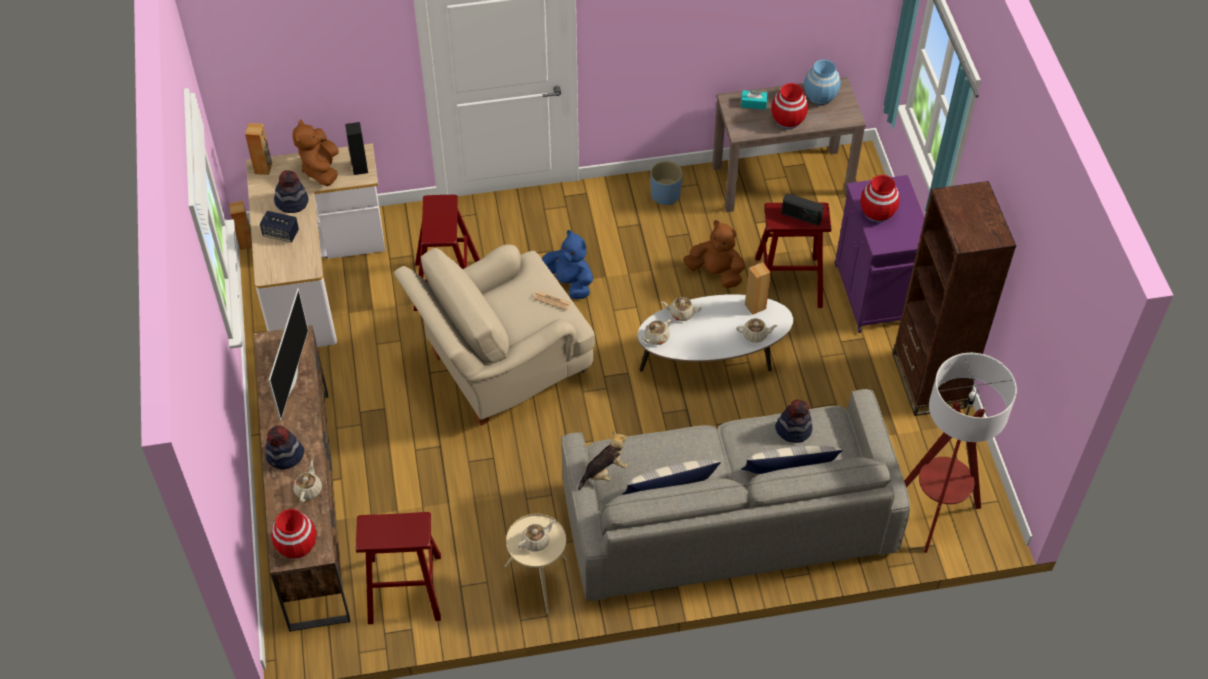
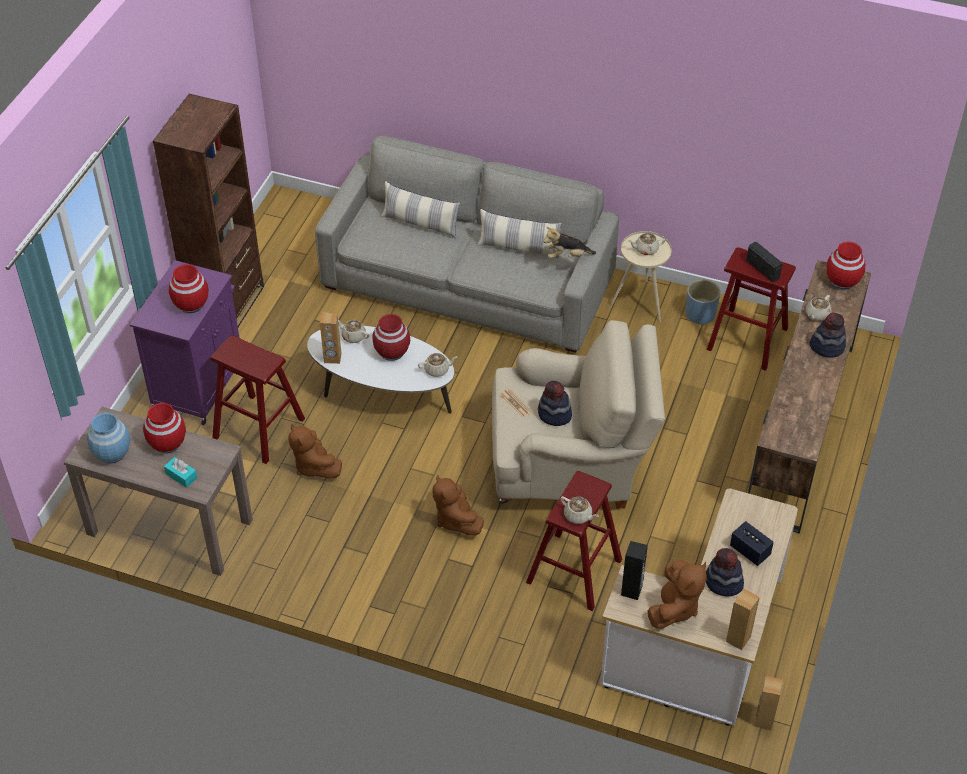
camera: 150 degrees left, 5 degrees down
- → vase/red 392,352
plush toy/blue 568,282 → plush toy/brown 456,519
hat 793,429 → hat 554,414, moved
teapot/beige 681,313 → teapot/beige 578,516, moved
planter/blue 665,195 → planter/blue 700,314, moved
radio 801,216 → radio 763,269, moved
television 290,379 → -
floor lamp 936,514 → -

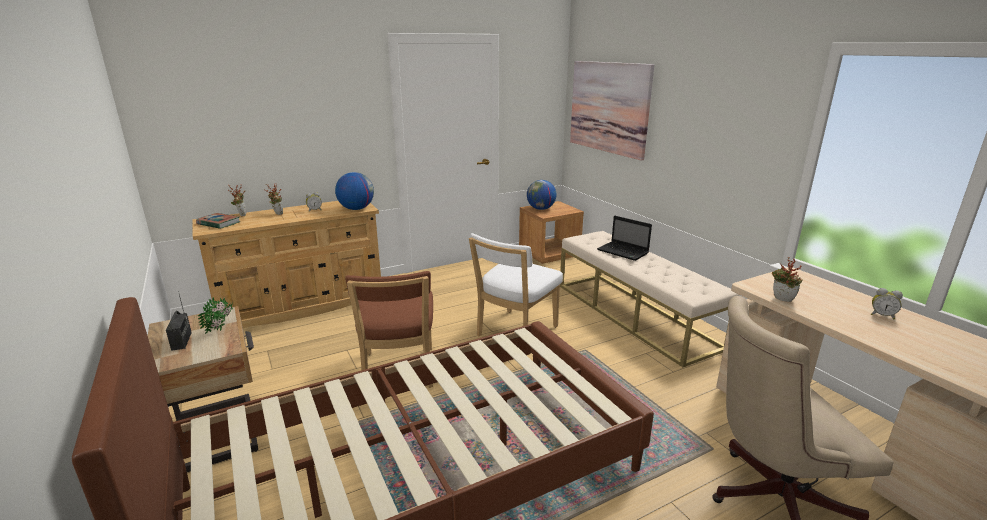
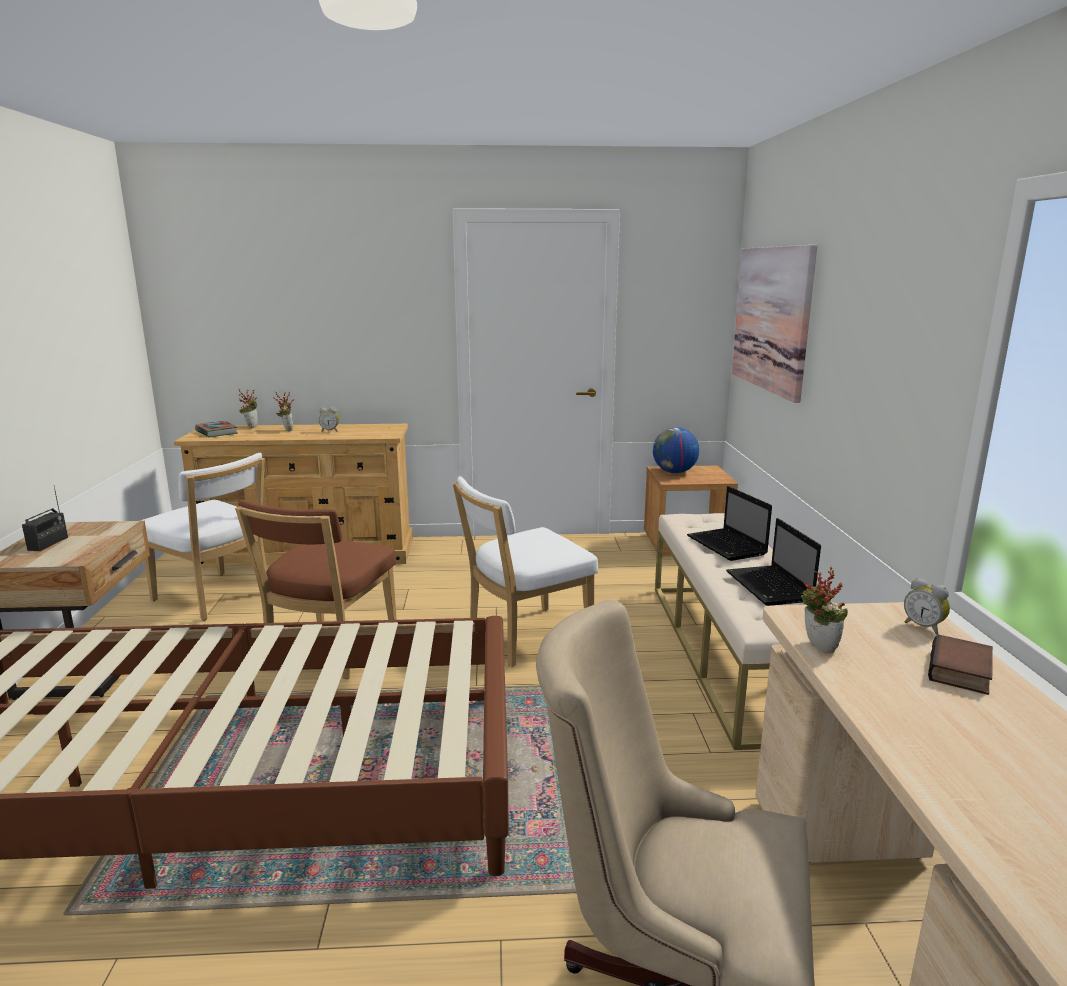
camera: 25 degrees right, 5 degrees down
- → chair/white 215,598
- → laptop 770,587
alarm clock 882,315 → alarm clock 924,627, moved
- → book 962,672
potted plant 221,328 → -
globe 356,209 → -

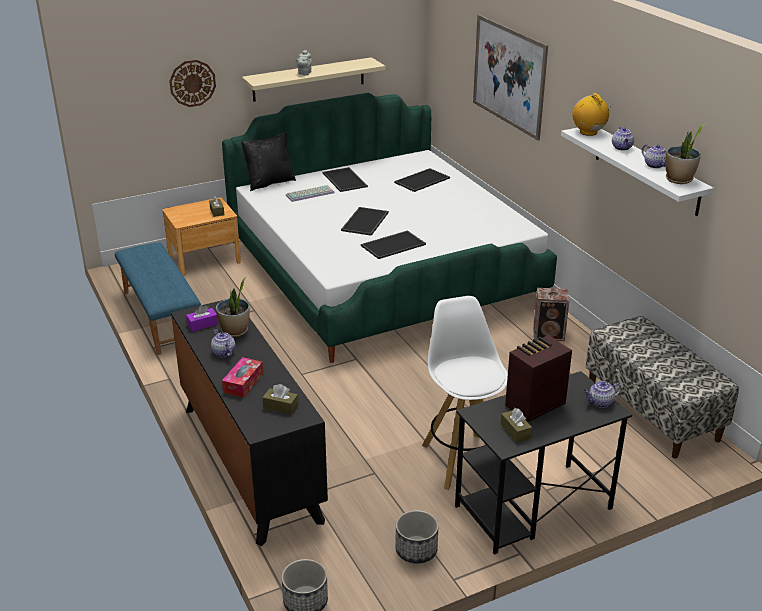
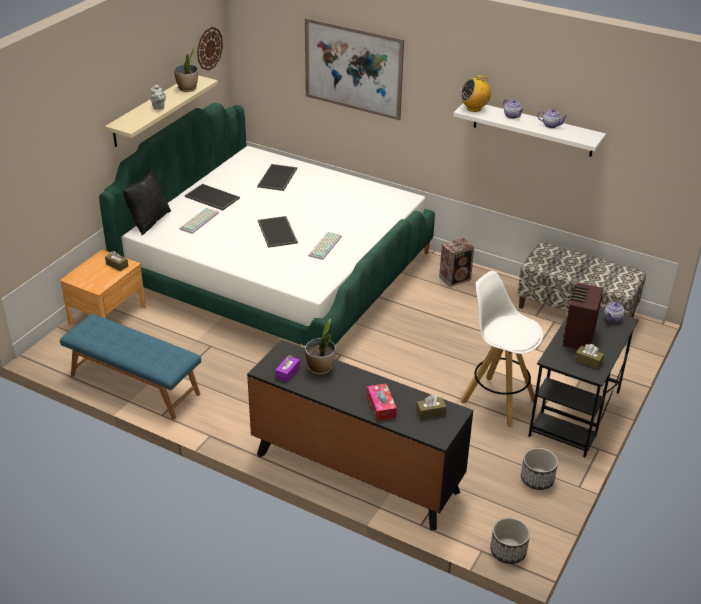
camera: 35 degrees left, 5 degrees up
potted plant 679,179 → potted plant 187,88, moved
wall clock 192,83 → wall clock 209,48, moved
tray 393,244 → keyboard 324,245
radio 588,132 → radio 474,108, 45 degrees counterclockwise
teapot 223,352 → -

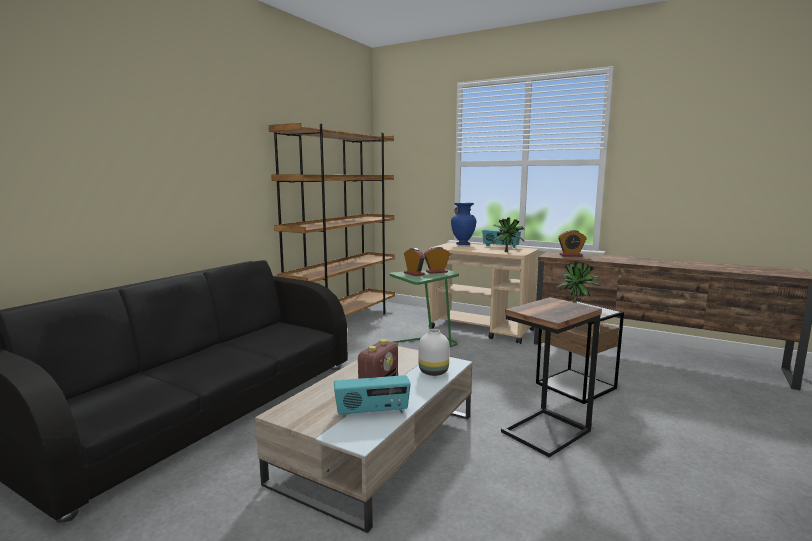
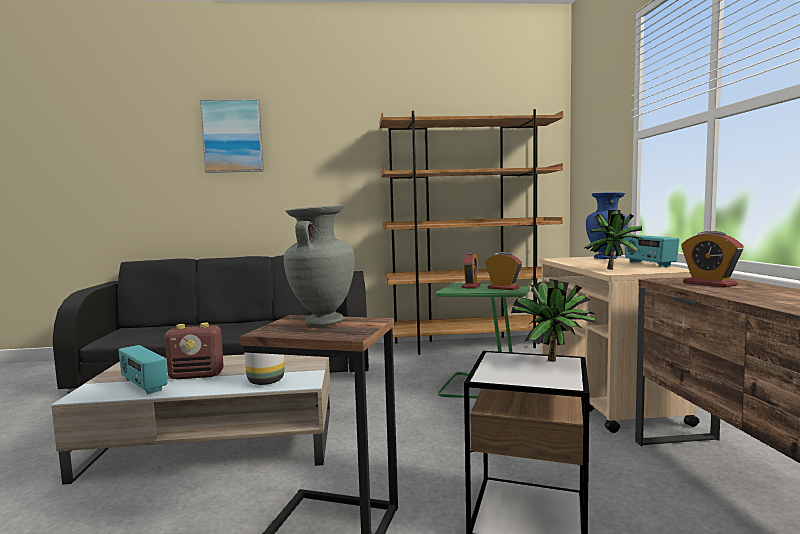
camera: 55 degrees right, 5 degrees down
- → picture 233,136
- → vase/grey 322,323

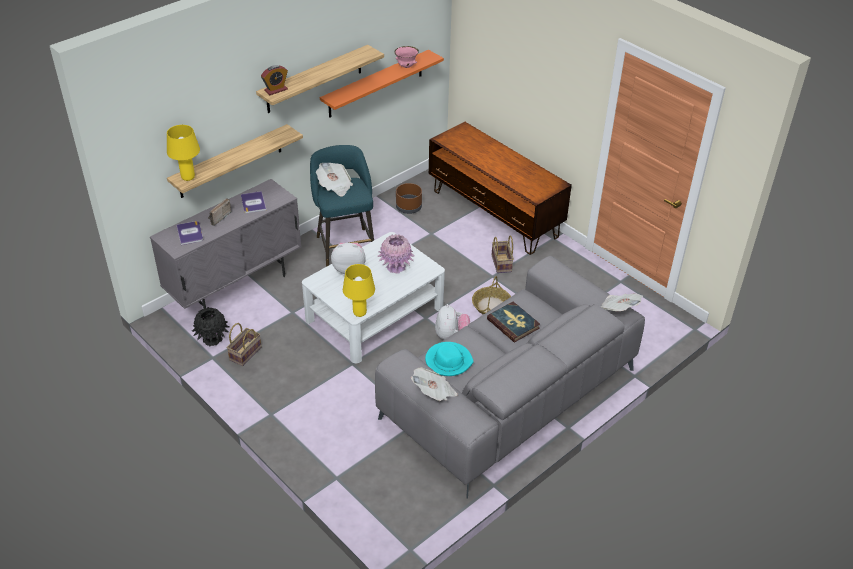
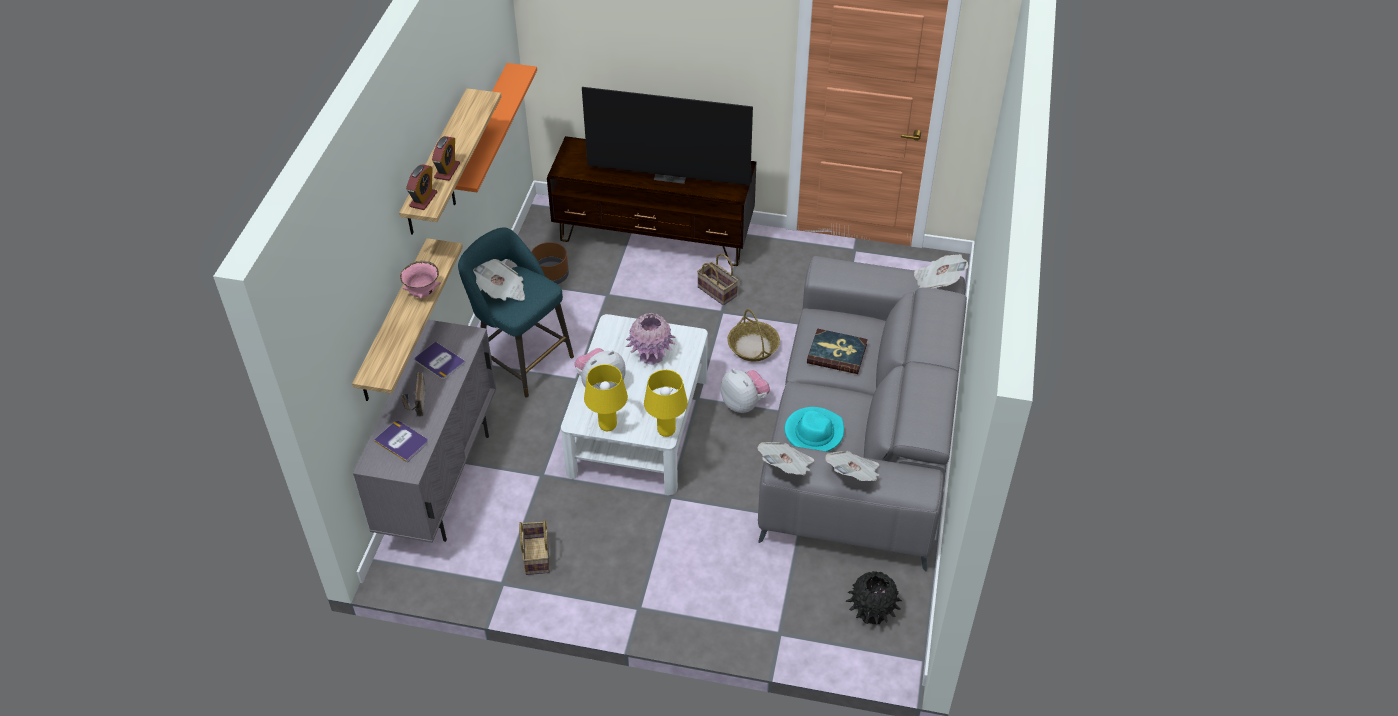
camera: 35 degrees left, 5 degrees up
bowl/pink 406,66 → bowl/pink 423,293, moved
- → alarm clock 447,171
- → television 671,175
table lamp/yellow 188,177 → table lamp/yellow 608,425, moved
- → newspaper 786,467
vase/black 212,339 → vase/black 871,612, moved

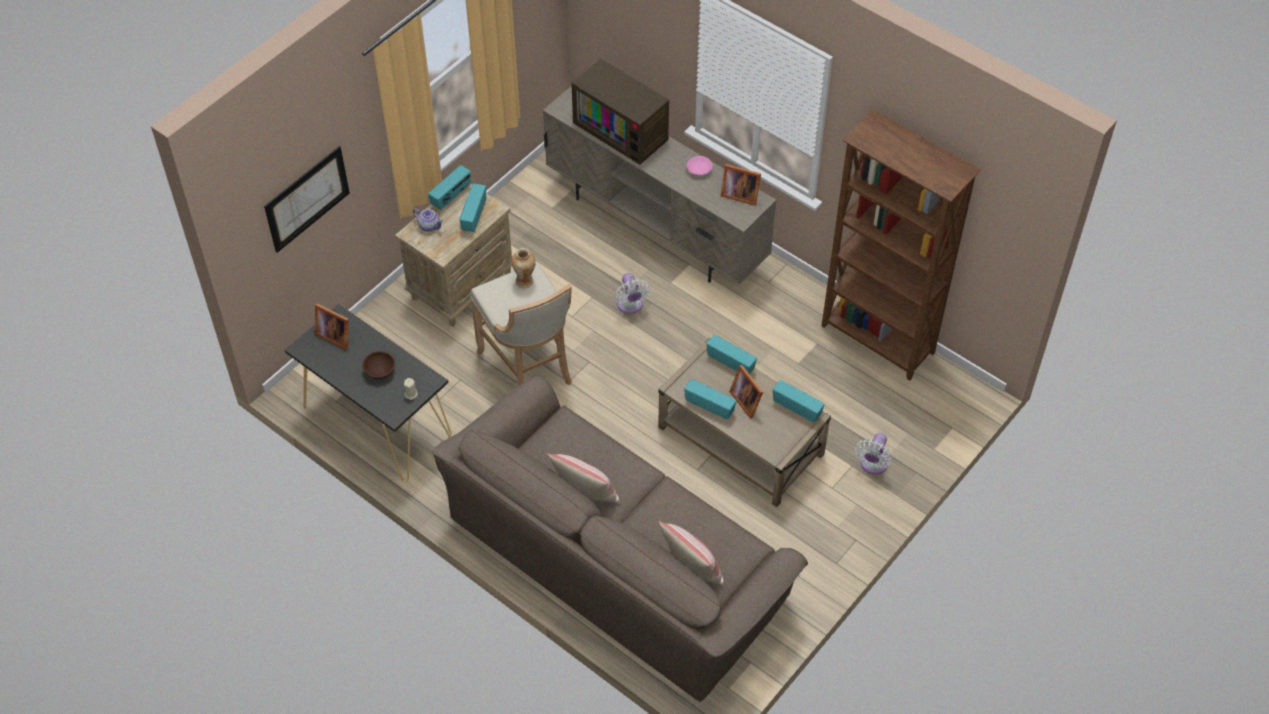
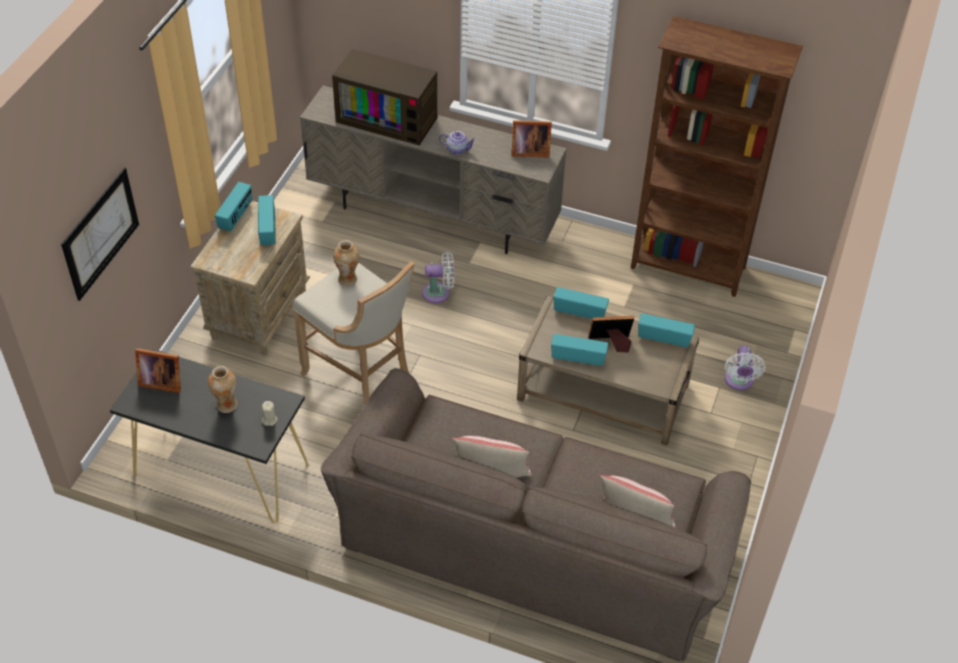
camera: 20 degrees left, 5 degrees down
bowl/brown 380,371 → vase 226,405
fan/white 630,305 → fan/white 439,293, 60 degrees counterclockwise
teapot 429,225 → teapot 457,149, moved
picture frame 747,400 → picture frame 611,343, 135 degrees clockwise
bowl/pink 699,169 → -

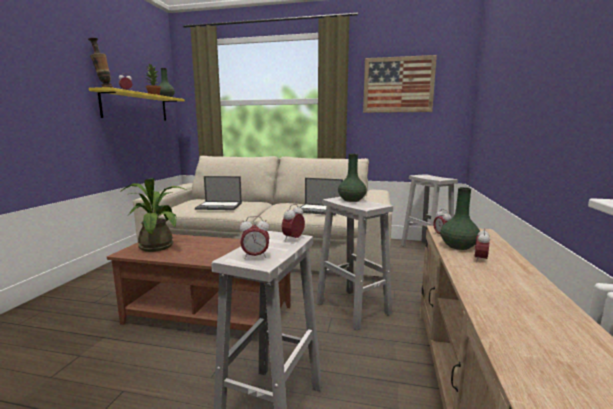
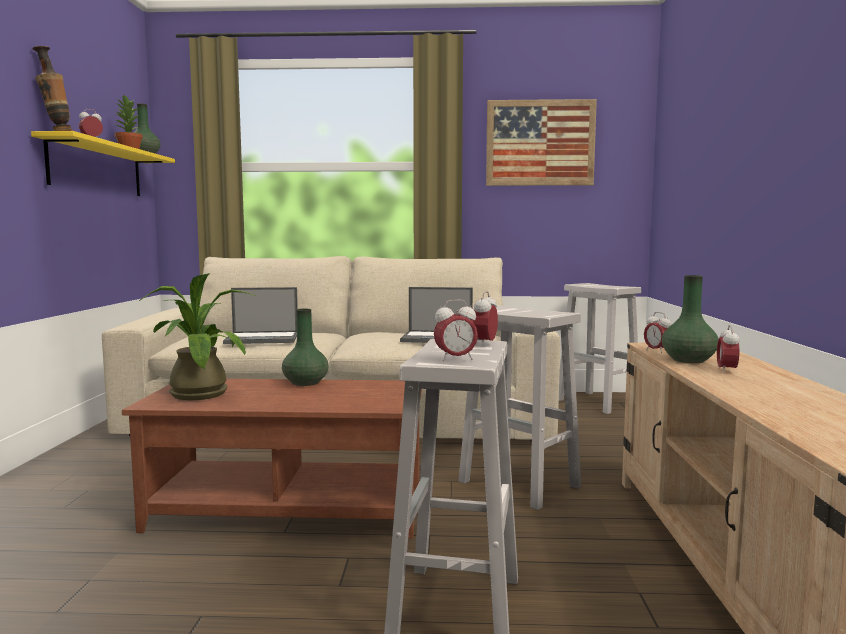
camera: 10 degrees left, 5 degrees down
vase/green 351,200 → vase/green 305,383, moved

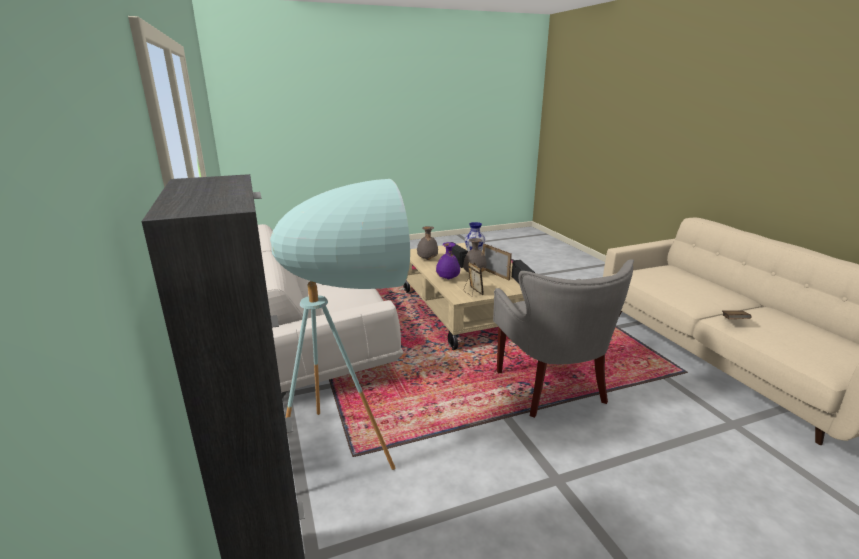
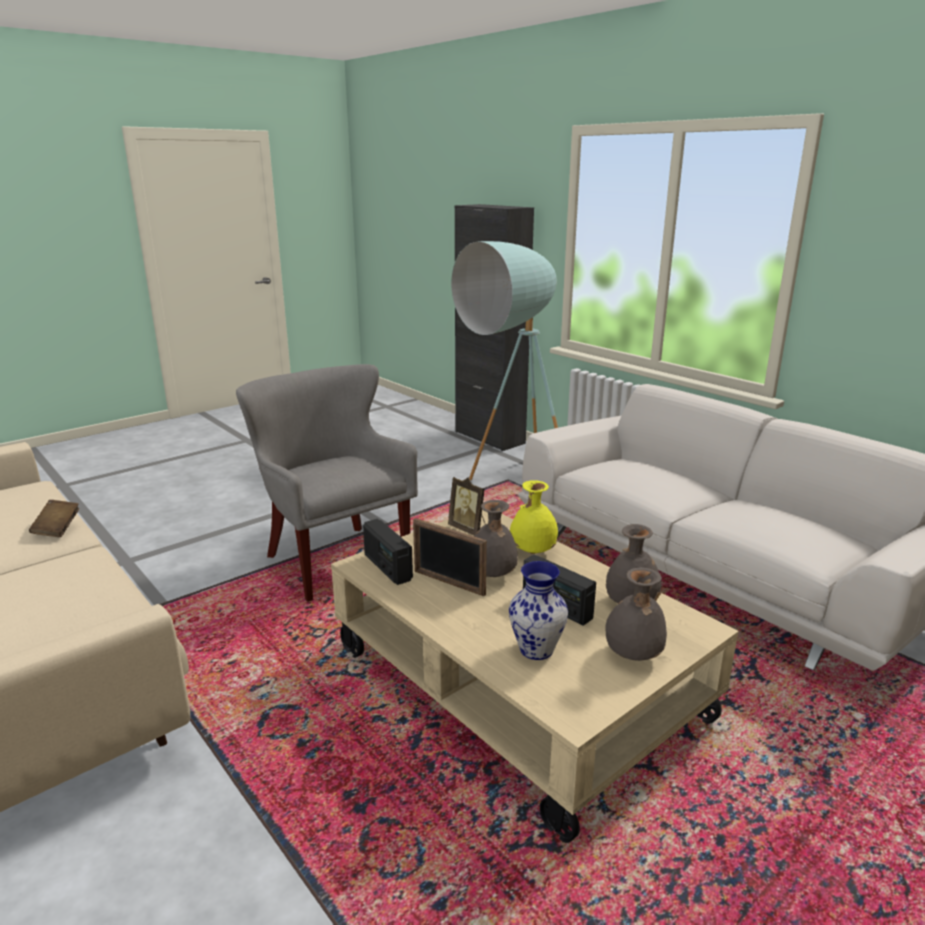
camera: 160 degrees right, 0 degrees up
vase/purple 448,279 → vase/yellow 532,551
- → vase/grey 632,655

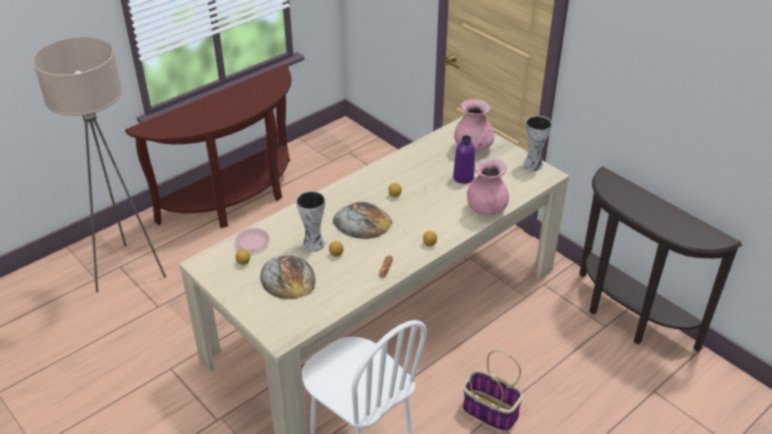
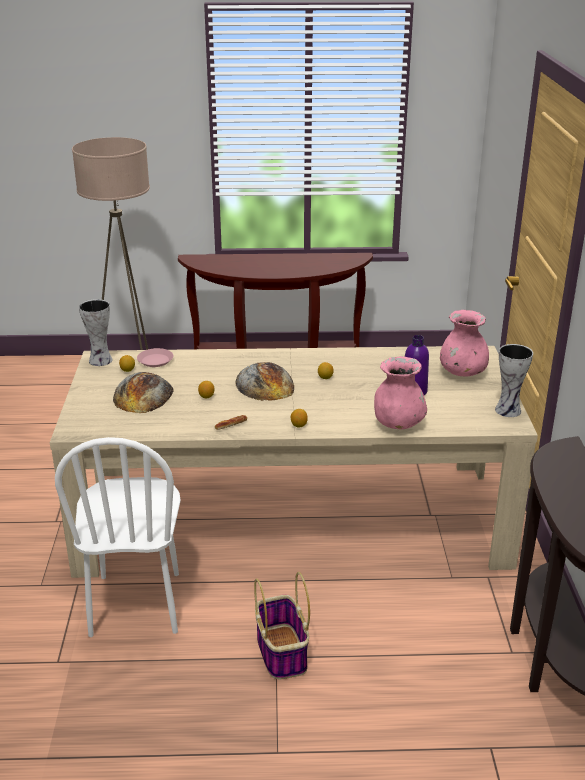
camera: 40 degrees right, 10 degrees down
vase 314,244 → vase 100,361, moved

